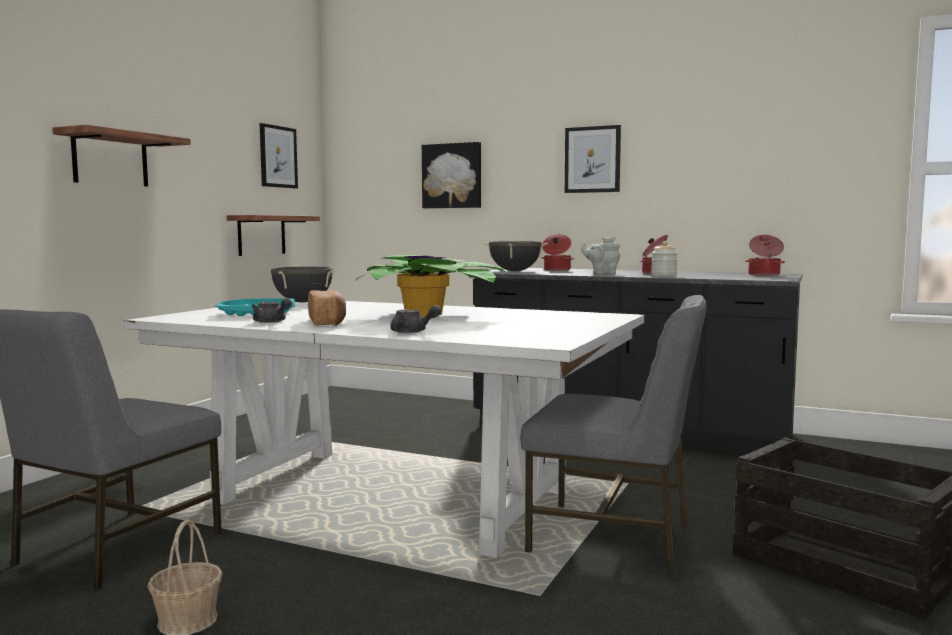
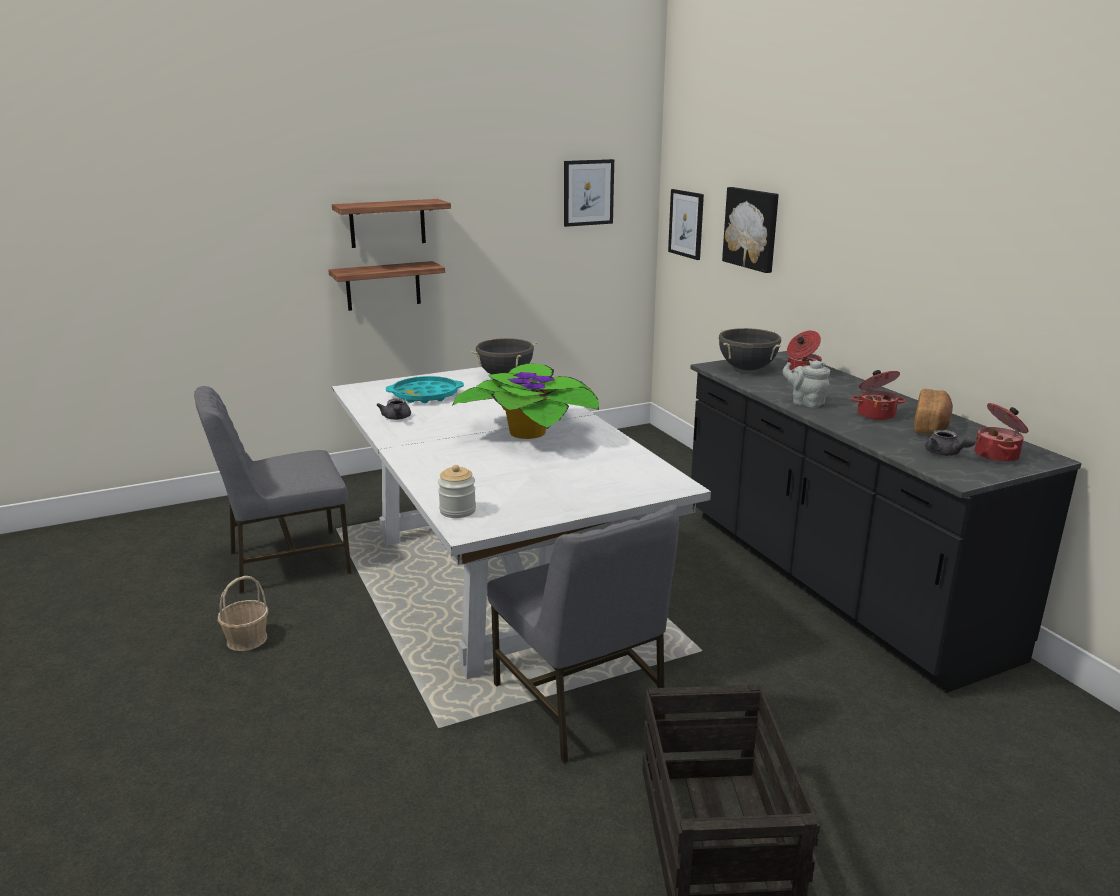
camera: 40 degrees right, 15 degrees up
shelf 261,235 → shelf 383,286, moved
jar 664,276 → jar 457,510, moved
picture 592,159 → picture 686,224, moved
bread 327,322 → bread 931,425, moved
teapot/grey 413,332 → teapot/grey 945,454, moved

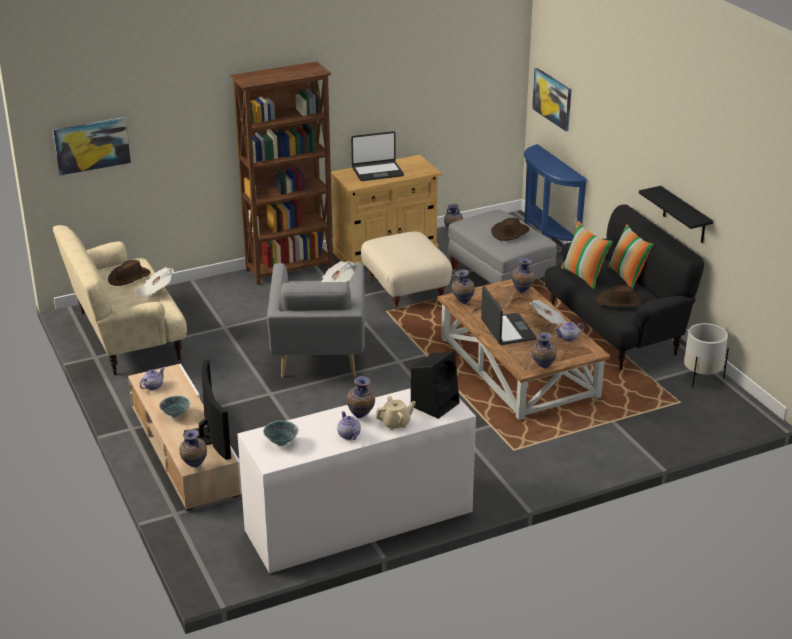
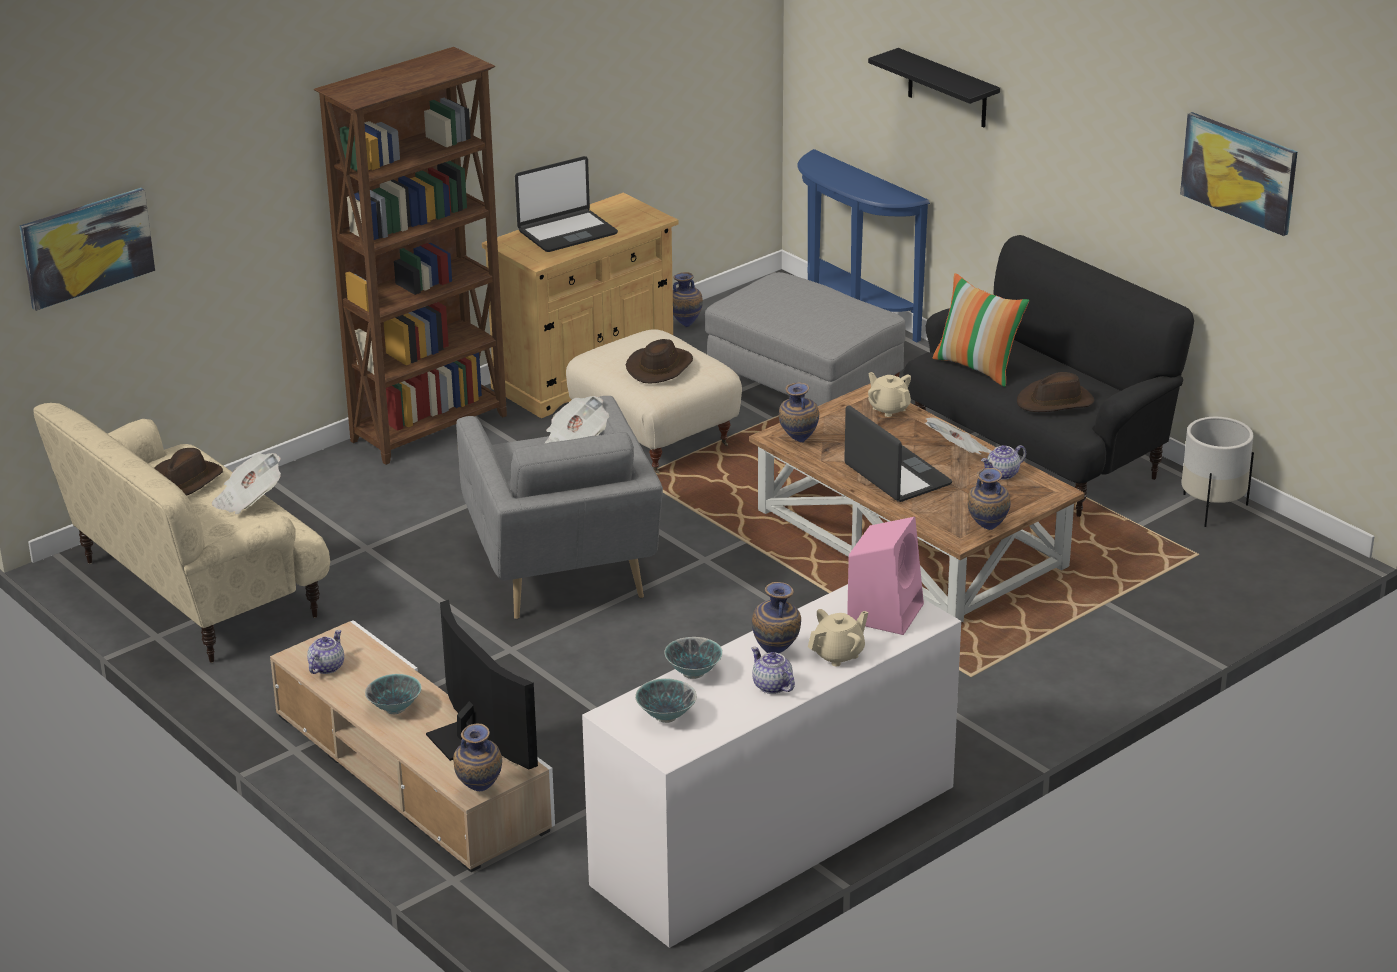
camera: 15 degrees left, 0 degrees up
hat/brown 510,233 → hat/brown 660,367, moved
- → bowl 693,673
speaker/black 435,404 → speaker/pink 885,612
shelf/black 684,216 → shelf/black 947,89, moved
vase 522,292 → teapot/beige 889,408
picture 552,99 → picture 1239,172, moved
pillow 627,277 → -

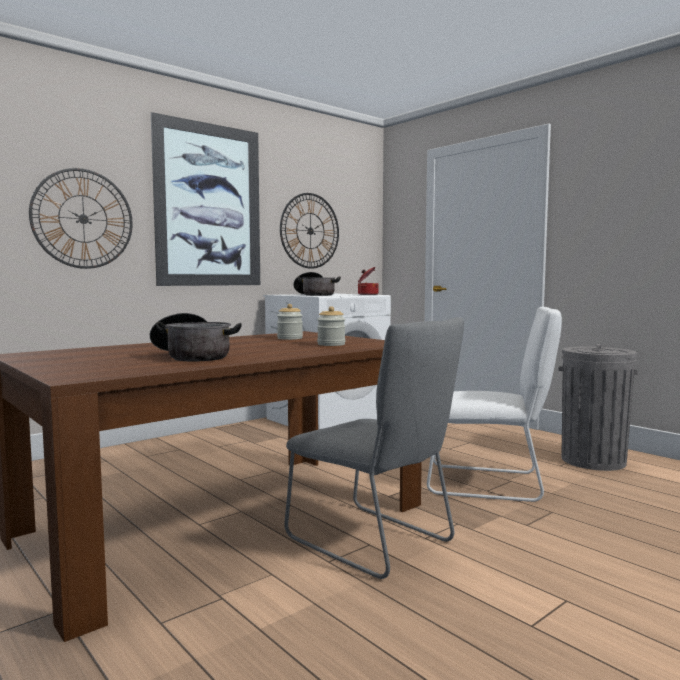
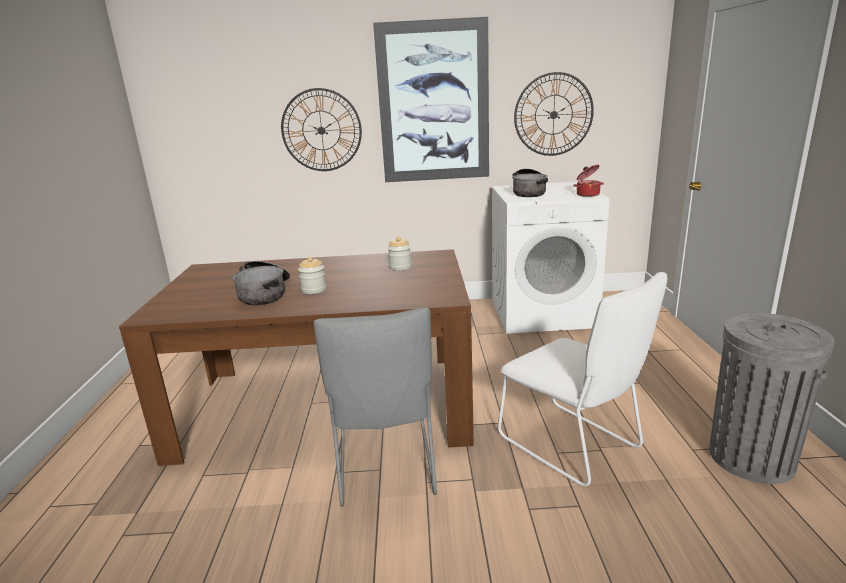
camera: 40 degrees right, 15 degrees up
jar 331,344 → jar 314,289, moved

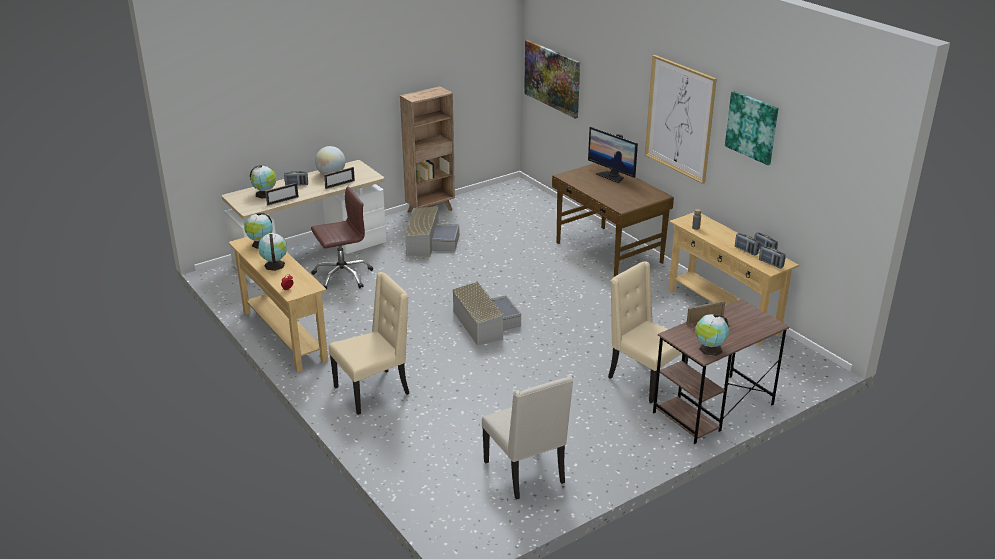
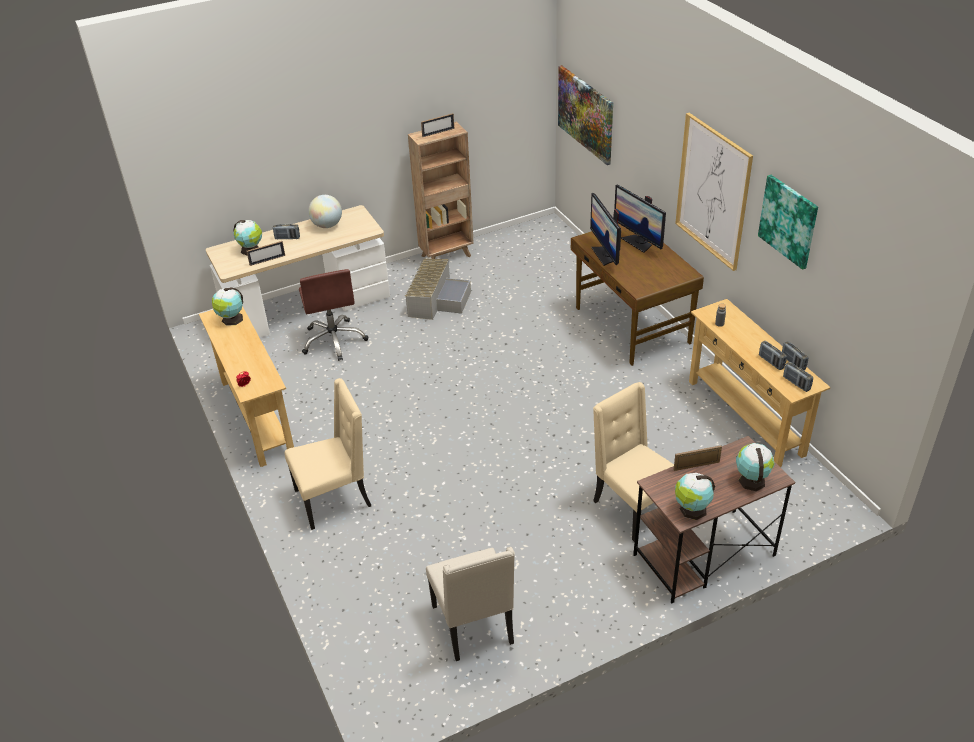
camera: 10 degrees right, 10 degrees up
office chair/brown 342,276 → office chair/brown 334,340, 90 degrees clockwise
picture frame 340,184 → picture frame 438,132, moved
- → monitor 605,255
globe 274,265 → globe 751,480, moved
storage box/grey 484,323 → -

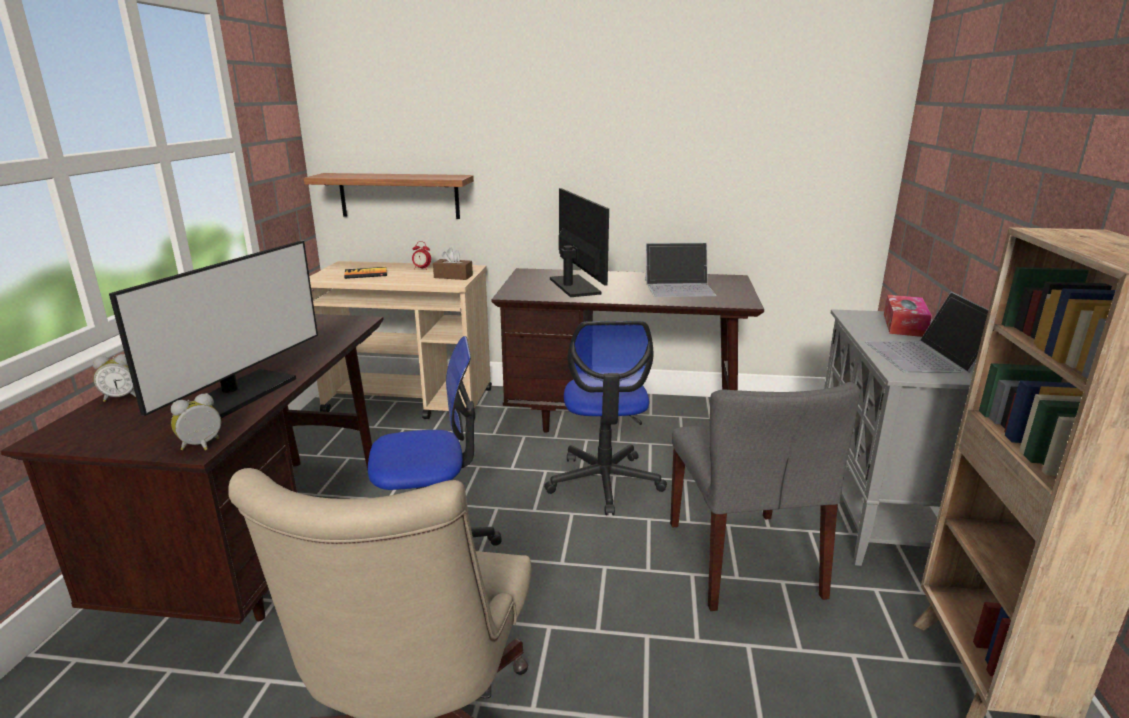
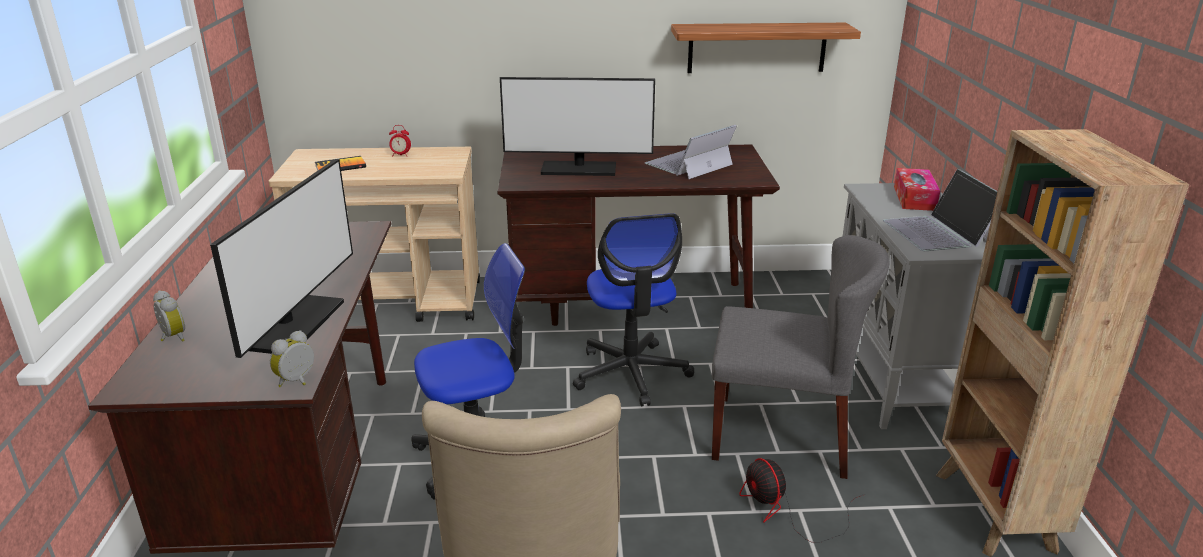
camera: 10 degrees left, 5 degrees up
alarm clock 123,397 → alarm clock 172,337, 105 degrees counterclockwise
monitor 574,286 → monitor 579,169, 120 degrees clockwise
laptop 679,287 → laptop 688,164, 150 degrees clockwise
shelf 399,195 → shelf 757,48, moved
chair/grey 744,559 → chair/grey 781,435, 60 degrees counterclockwise
- → fan 787,512
tissue box/brown 453,276 → -

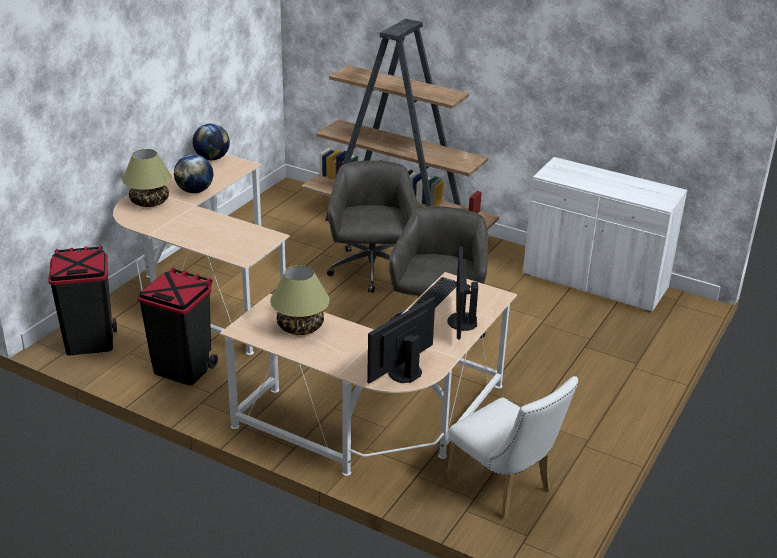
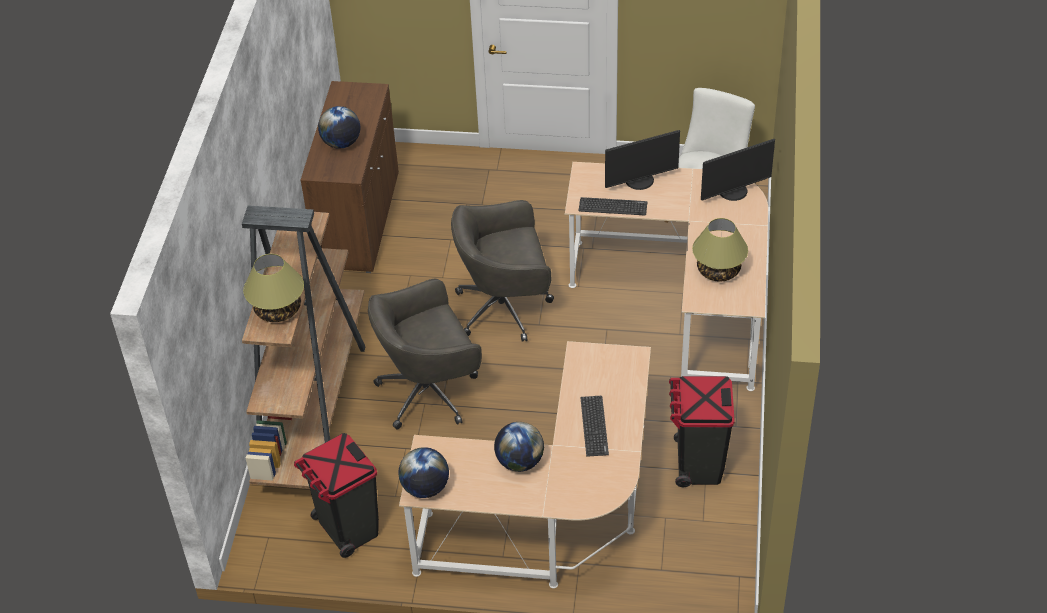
camera: 110 degrees left, 15 degrees up
table lamp 150,202 → table lamp 278,309, moved
trash can/black 89,342 → trash can/black 347,529, moved
cabinet/white 594,282 → cabinet/brown 359,220
- → globe 341,143
- → keyboard 594,426
monitor 403,372 → monitor 733,192, 45 degrees counterclockwise

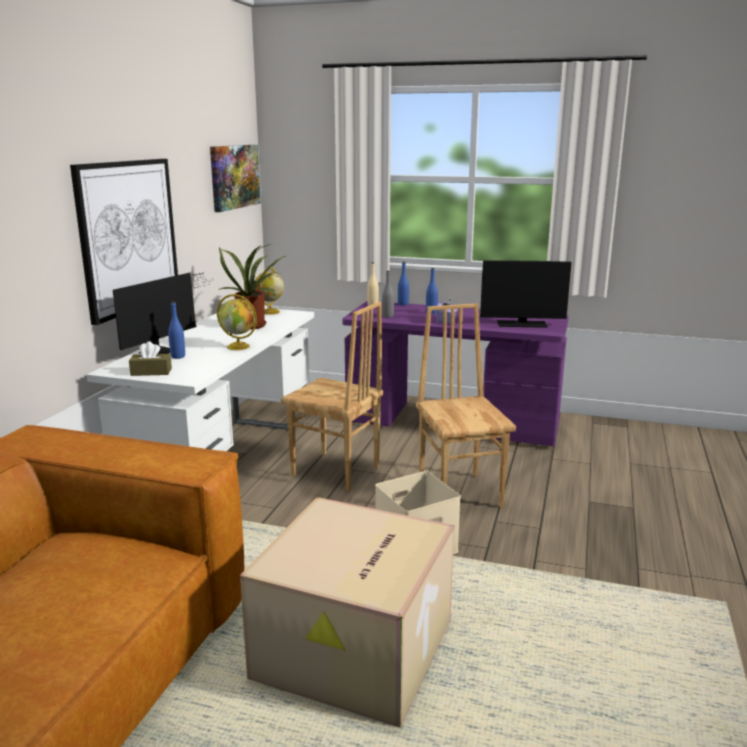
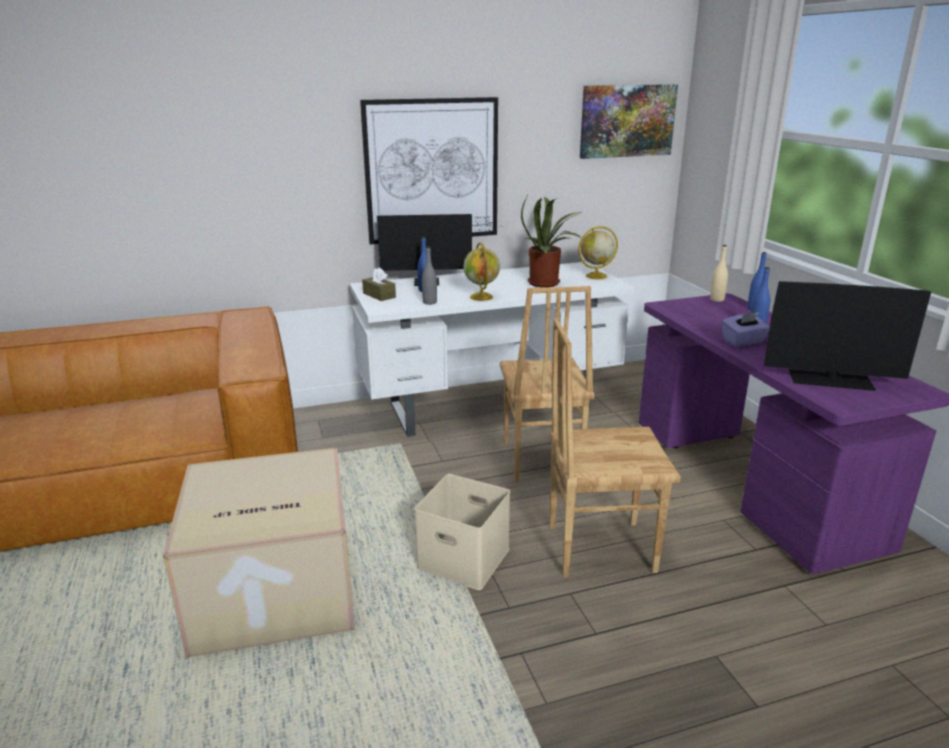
camera: 55 degrees right, 5 degrees up
bottle/grey 387,316 → bottle/grey 429,302, moved
chair/brown 461,493 → chair/brown 599,547, 135 degrees counterclockwise
monitor 522,324 → monitor 830,380, 45 degrees counterclockwise

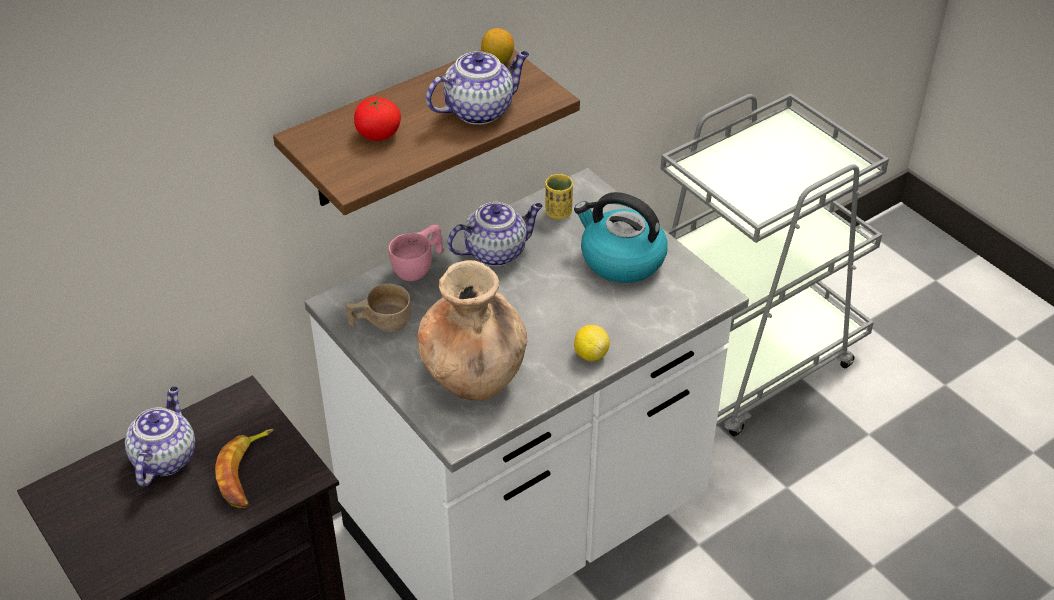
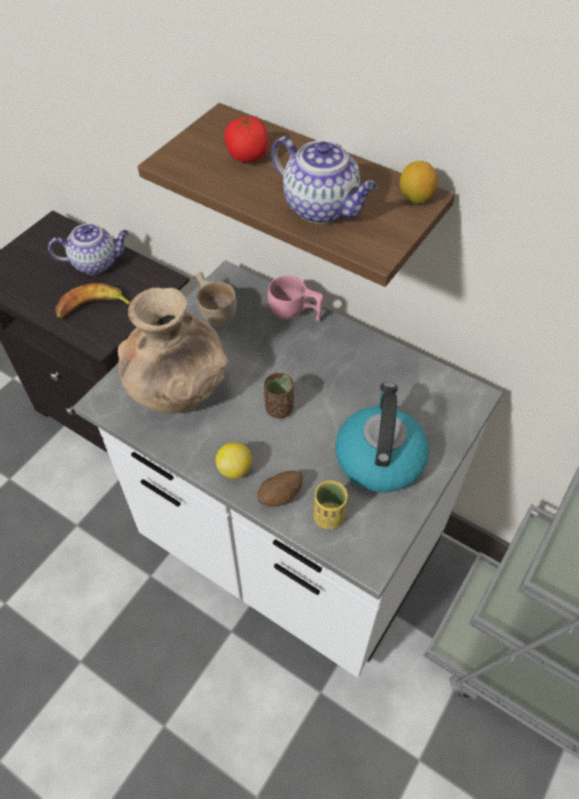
camera: 70 degrees right, 10 degrees up
- → potato 280,496
- → cup/brown 279,408
cup/yellow 558,212 → cup/yellow 328,516, moved
teapot 497,251 → -

